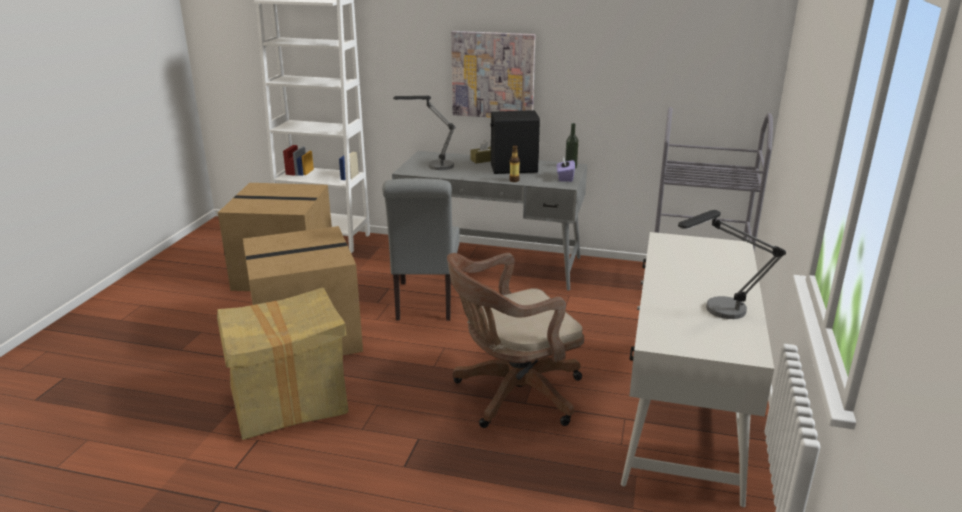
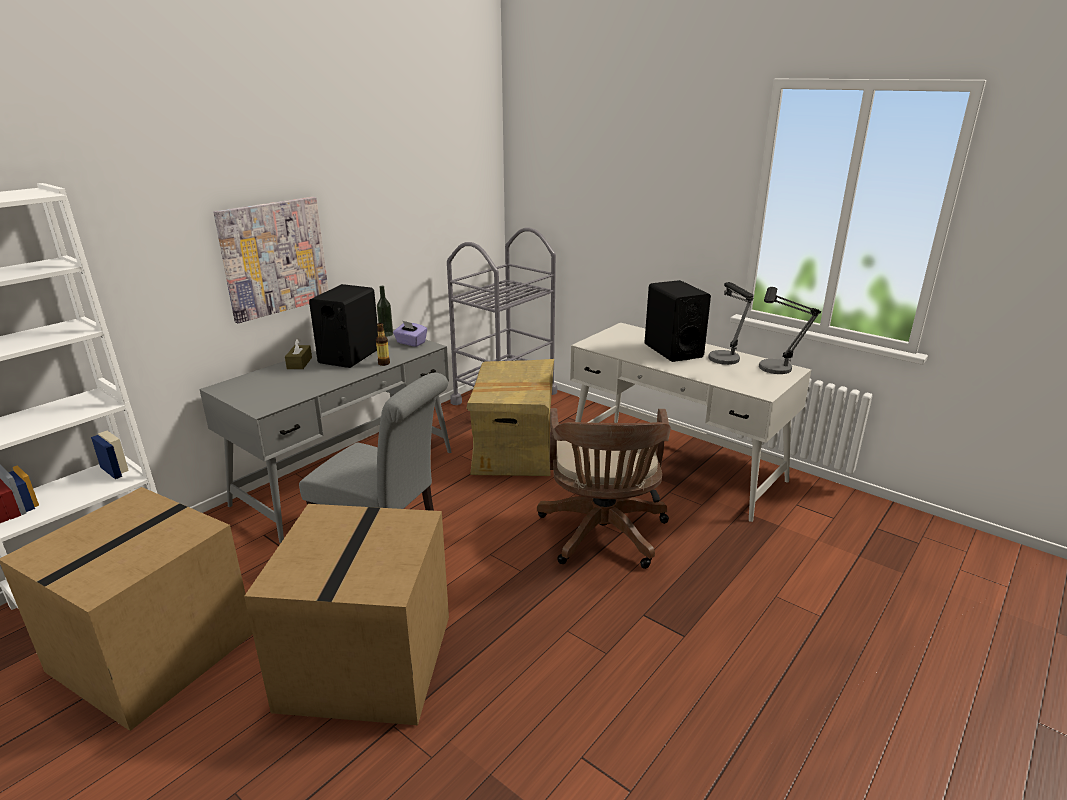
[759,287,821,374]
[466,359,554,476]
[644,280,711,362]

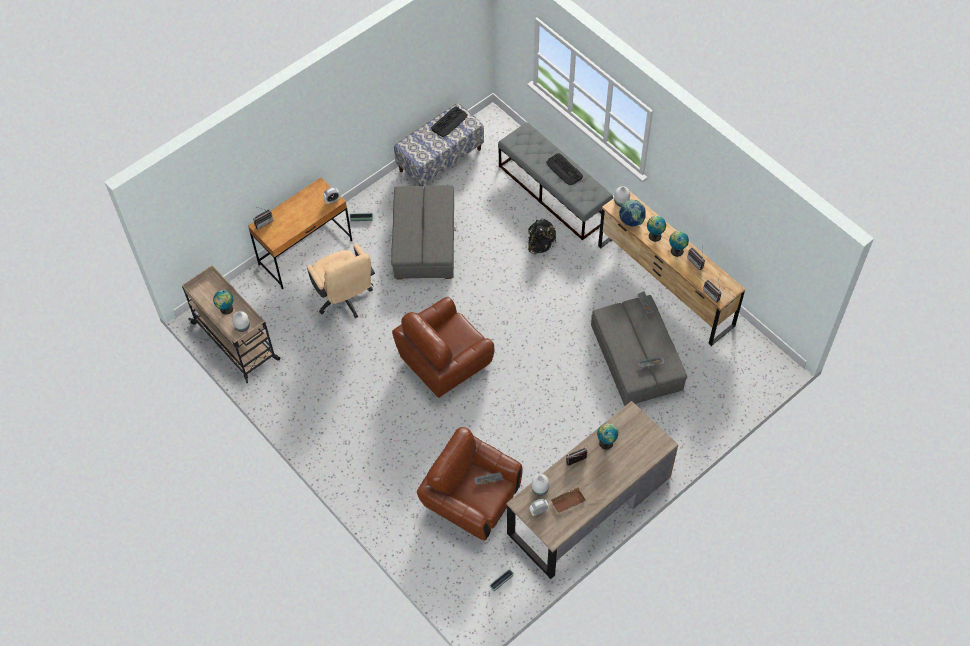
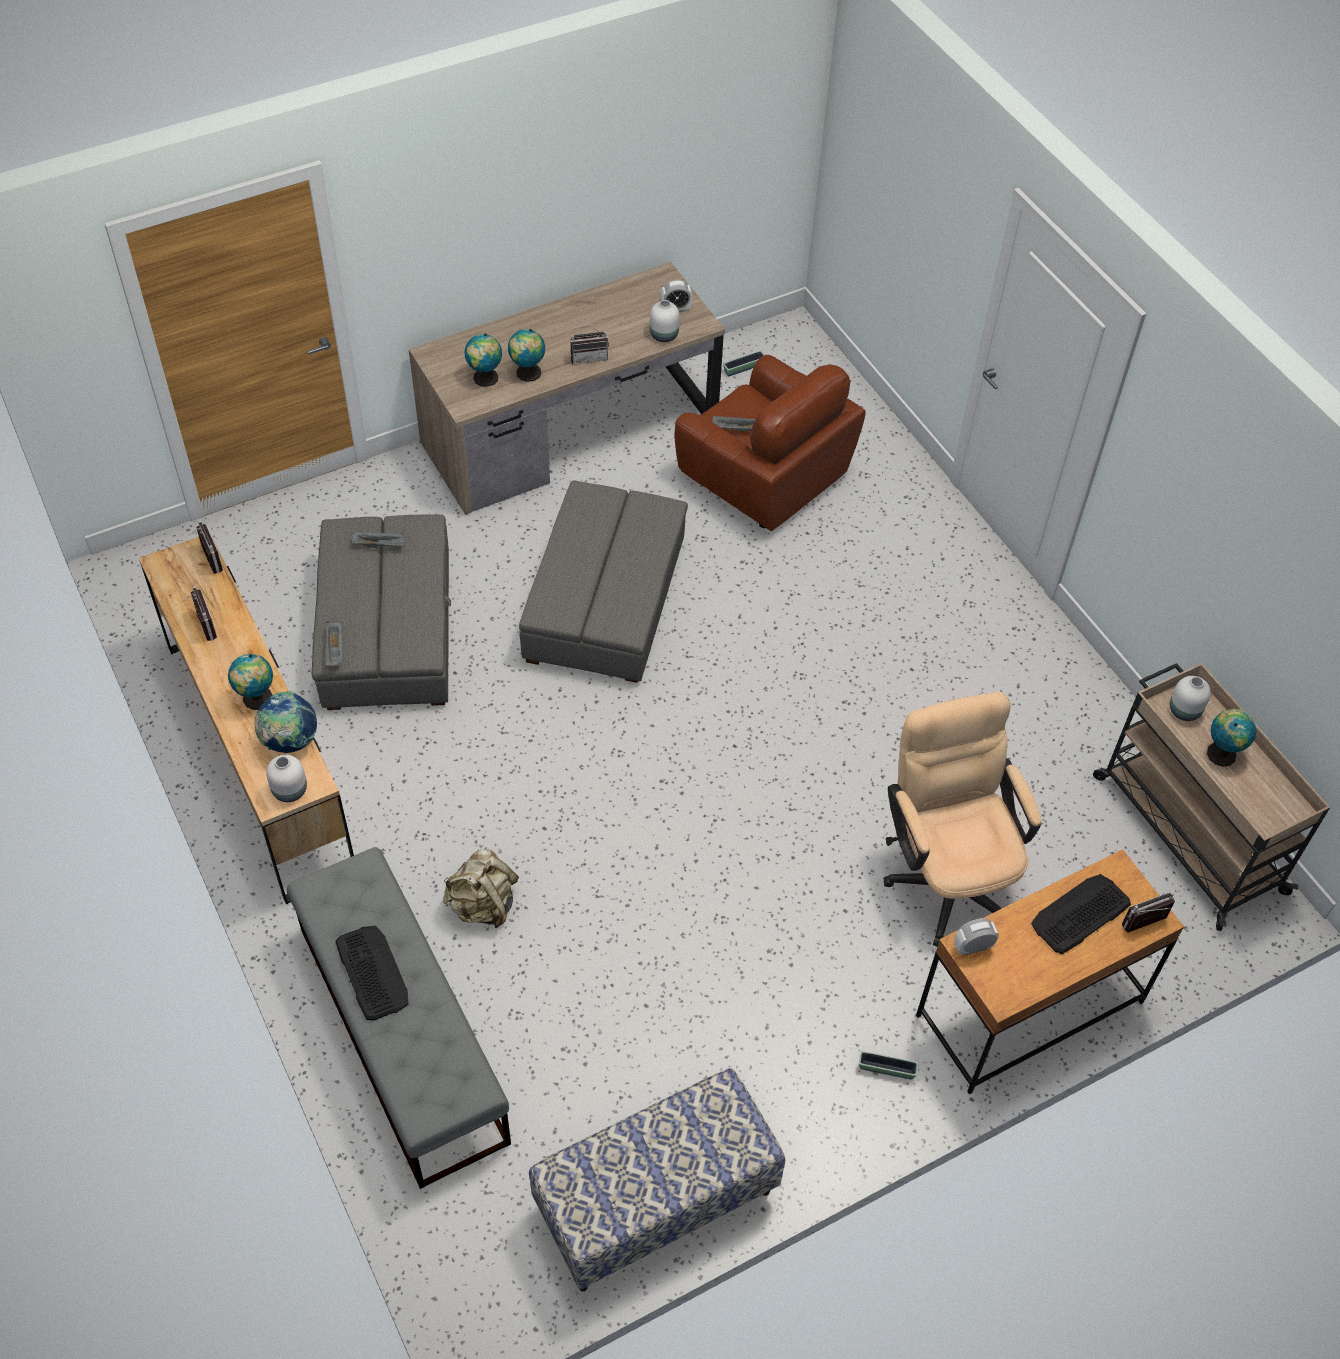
[1031,874,1131,954]
[519,480,688,683]
[443,849,519,928]
[465,333,502,387]
[392,297,494,398] (first image)
[551,488,586,513] (first image)

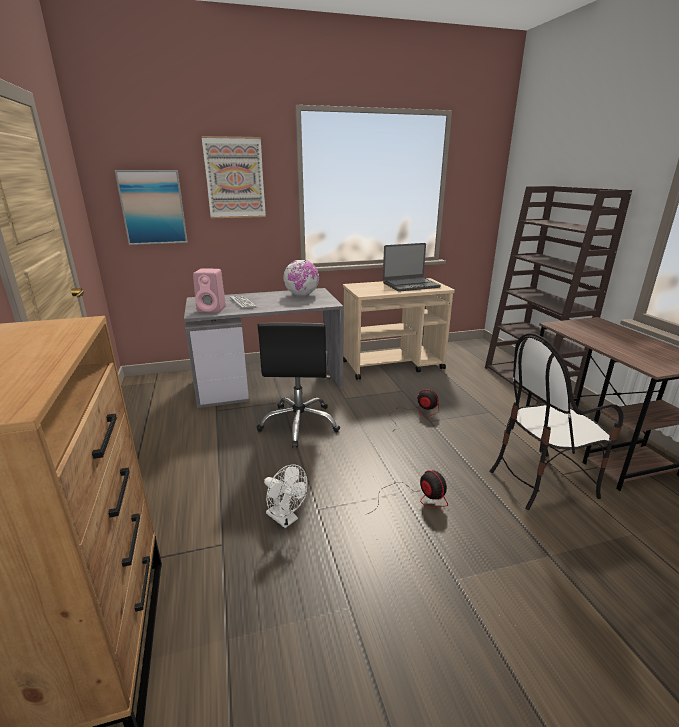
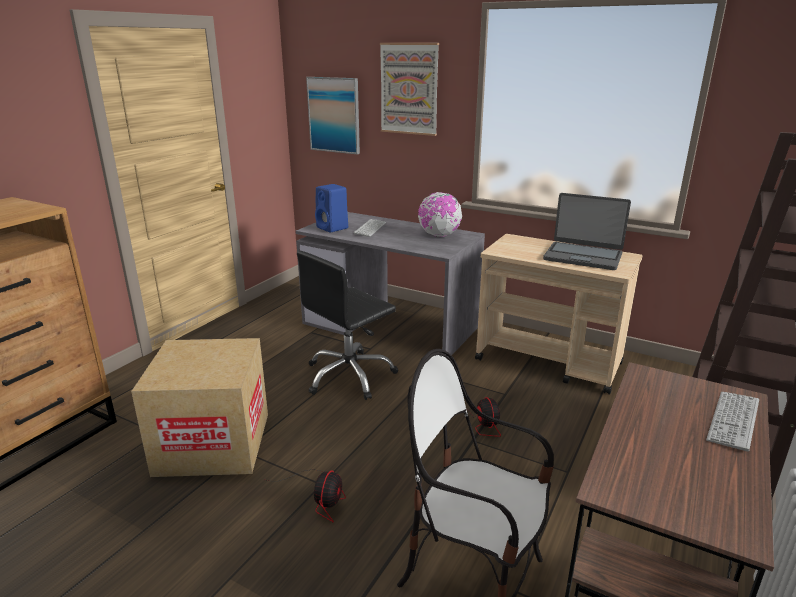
[315,184,348,232]
[131,338,268,477]
[706,392,759,452]

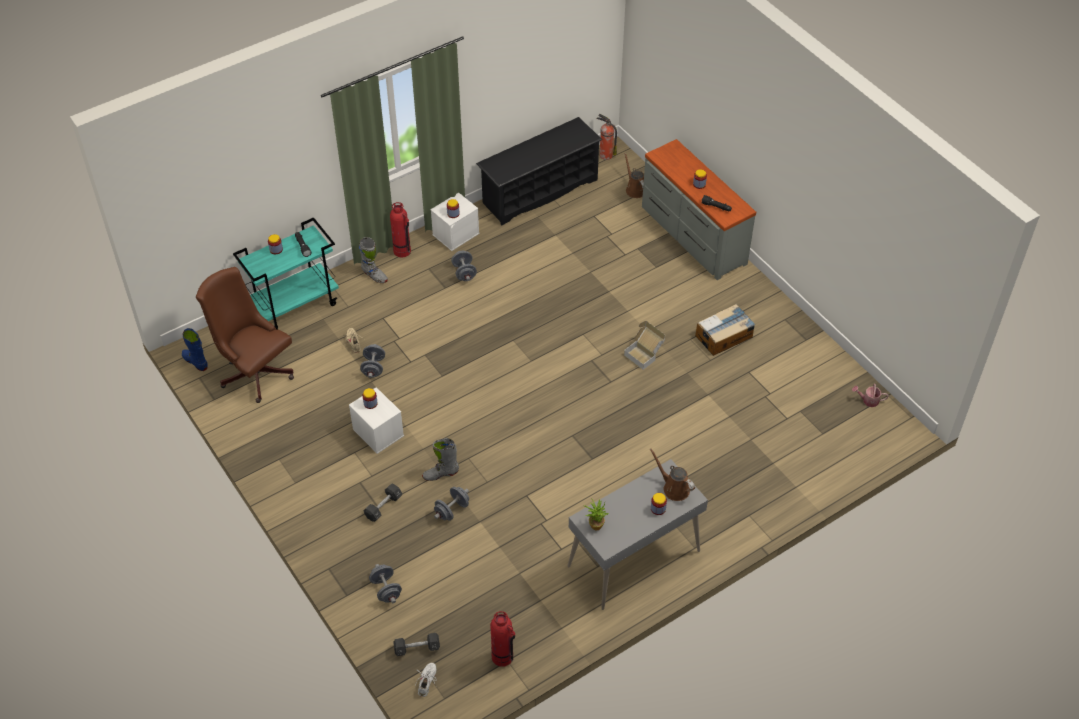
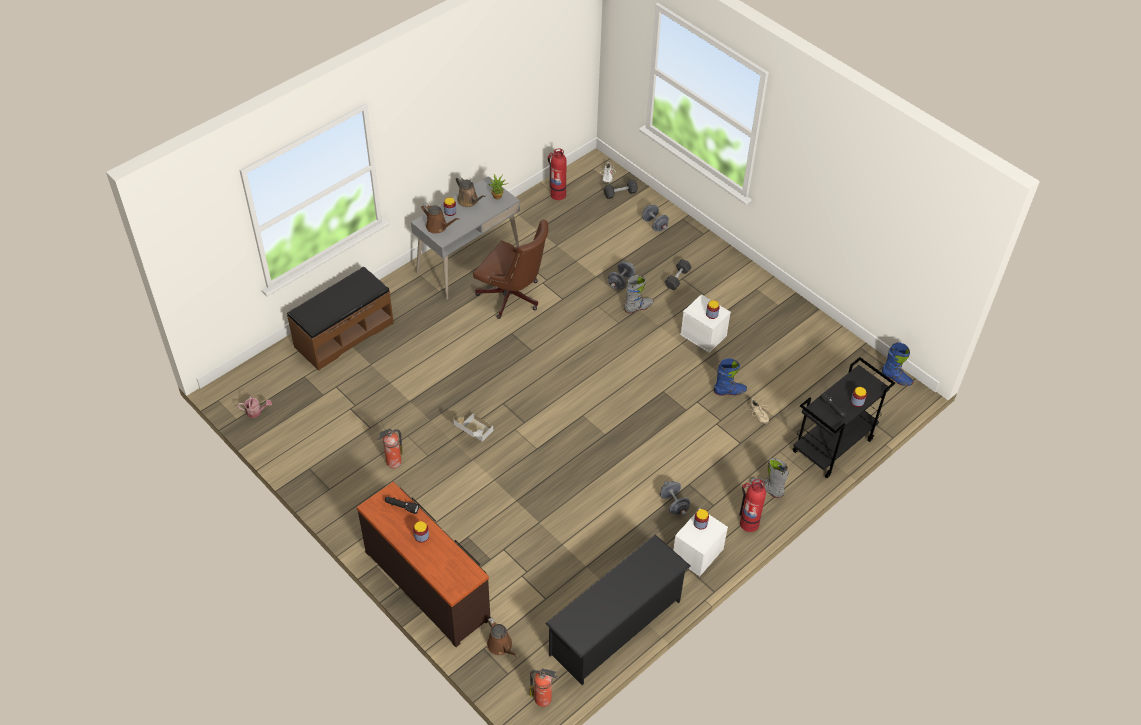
[357,482,490,647]
[793,357,895,478]
[473,220,548,319]
[377,428,403,468]
[714,358,747,396]
[456,176,486,207]
[287,267,394,371]

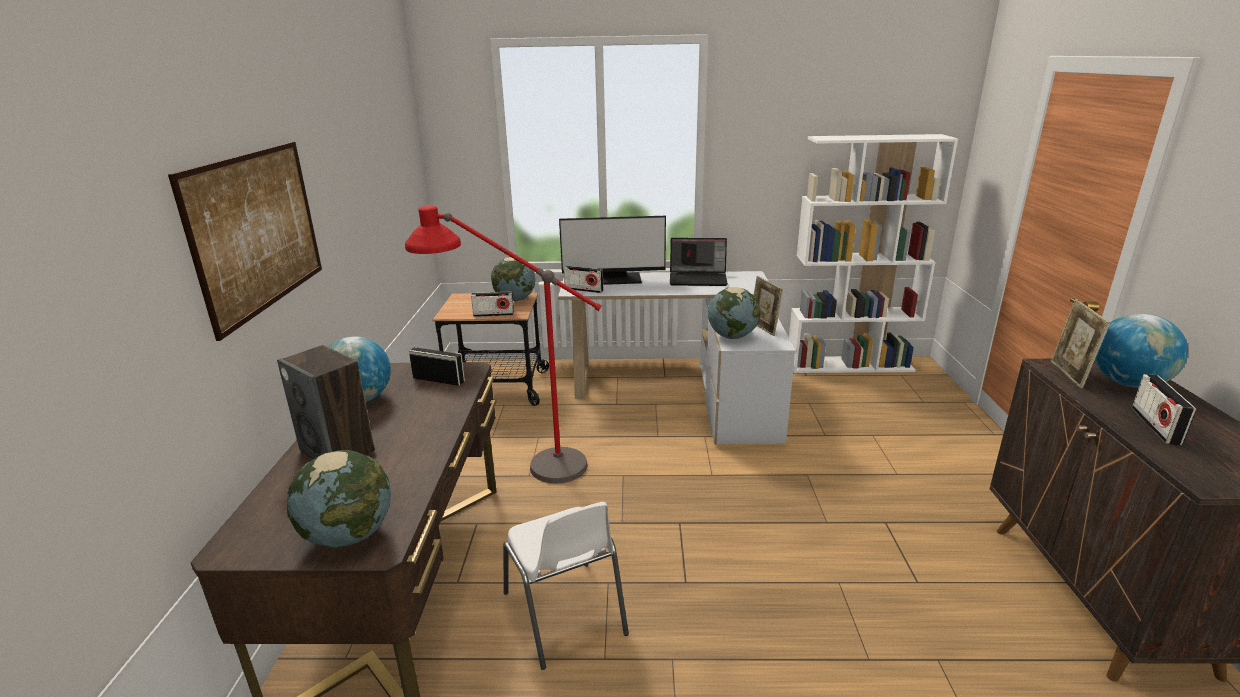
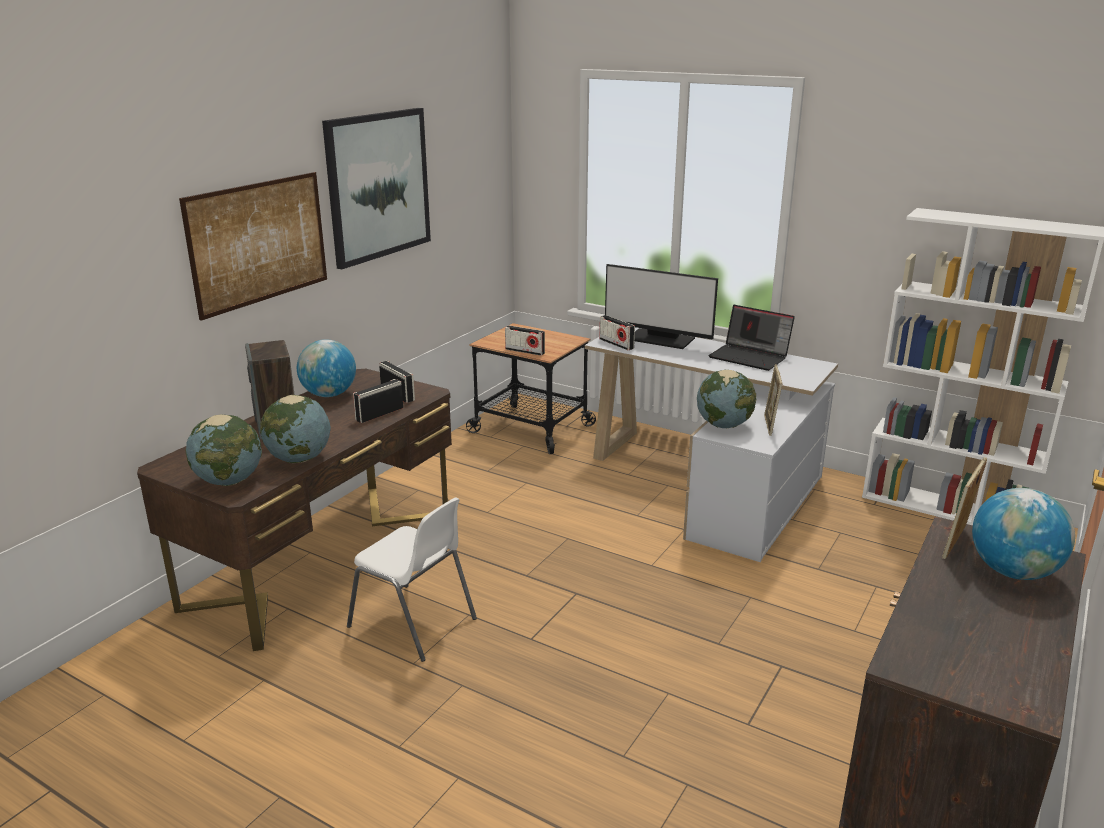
[405,205,602,483] (first image)
[260,395,331,463]
[353,379,403,423]
[347,497,477,662]
[322,108,431,269]

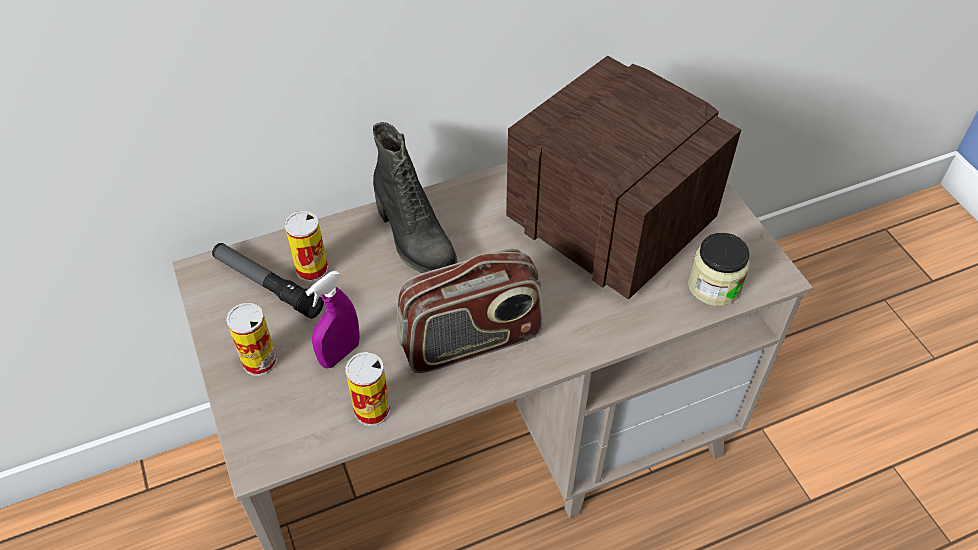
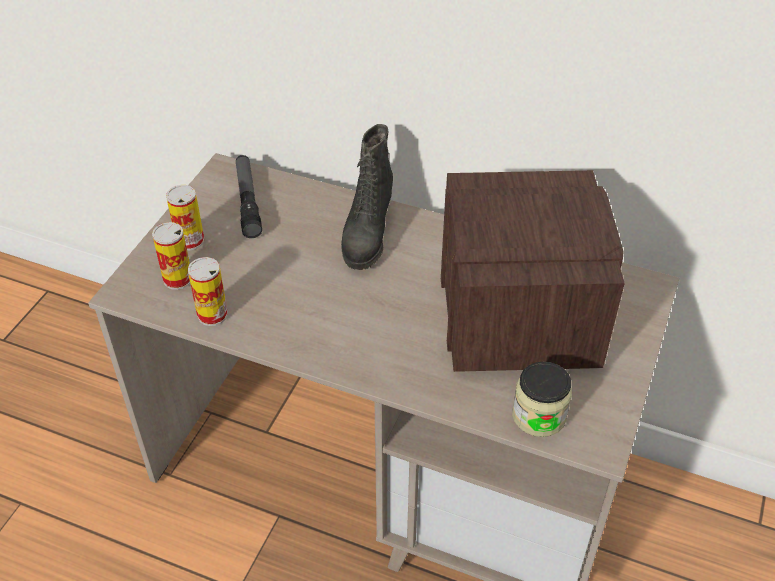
[152,222,190,290]
[396,249,544,373] (first image)
[306,270,360,368] (first image)

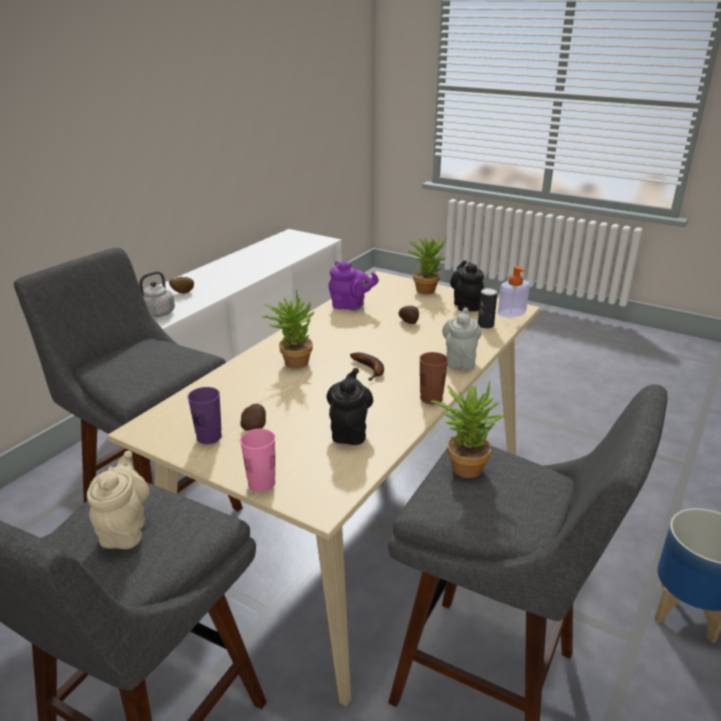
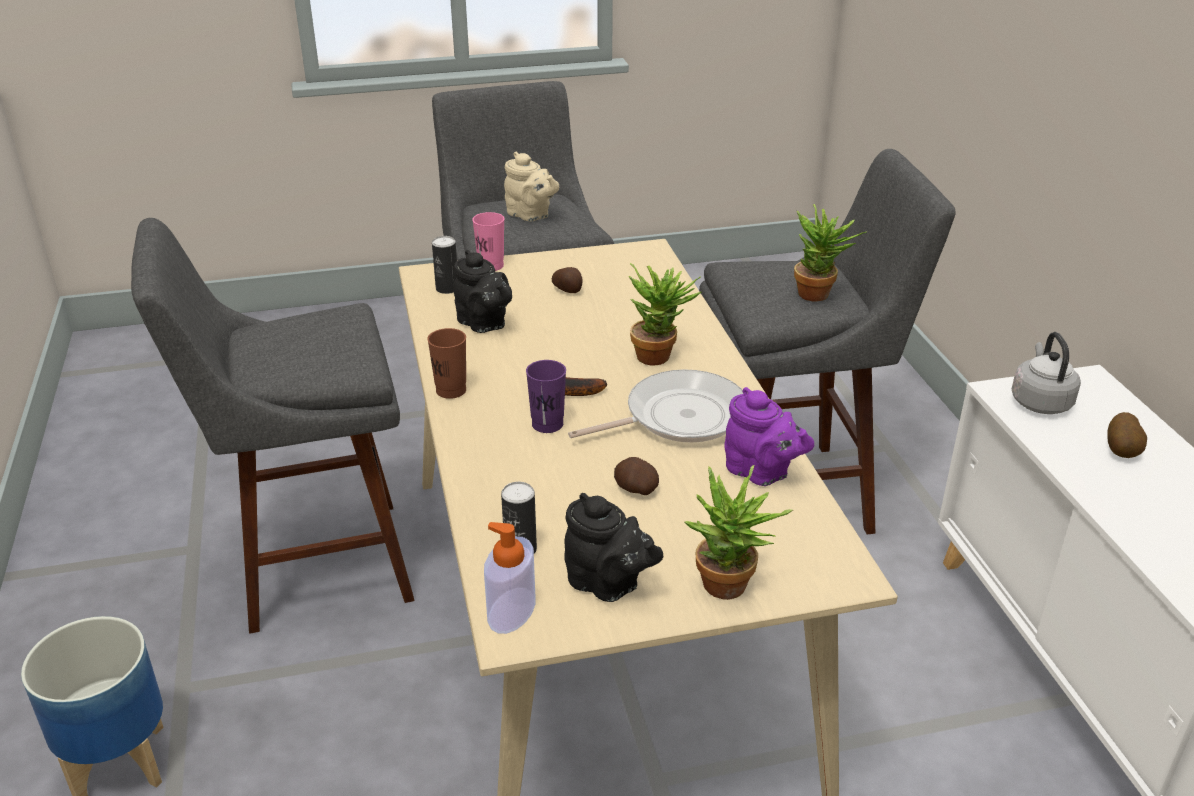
[725,387,814,486]
[442,307,481,370] (first image)
[794,204,867,301]
[526,360,566,433]
[432,236,457,294]
[568,369,743,443]

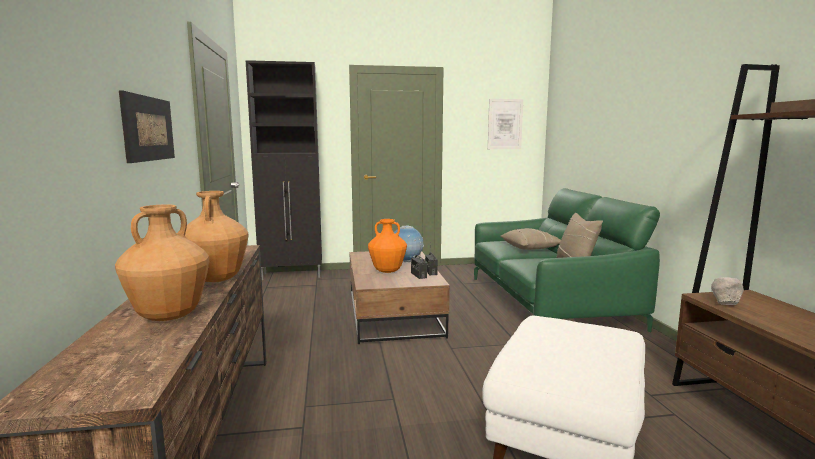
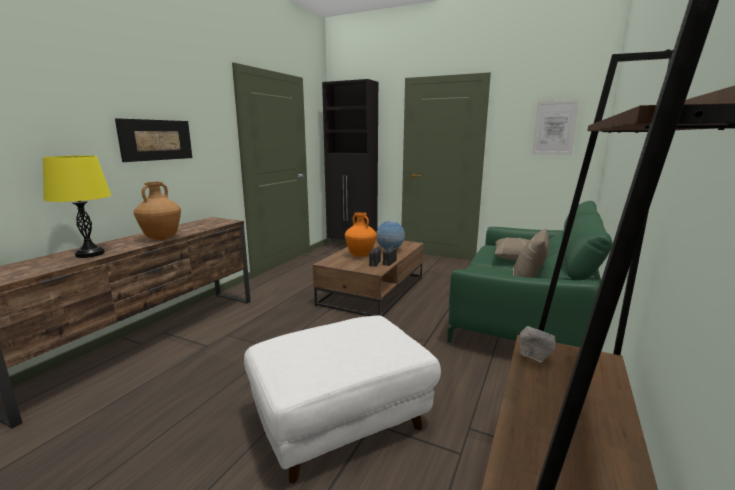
[43,156,111,258]

